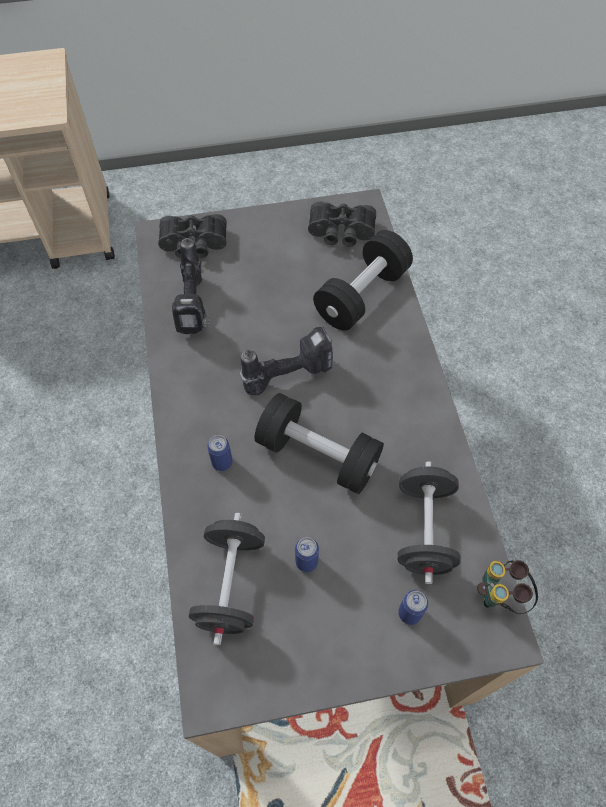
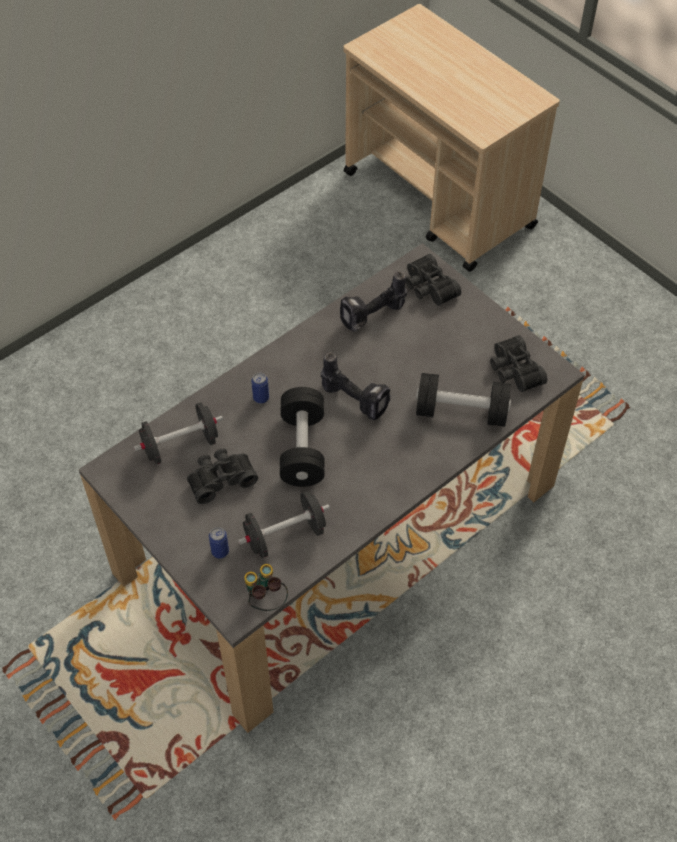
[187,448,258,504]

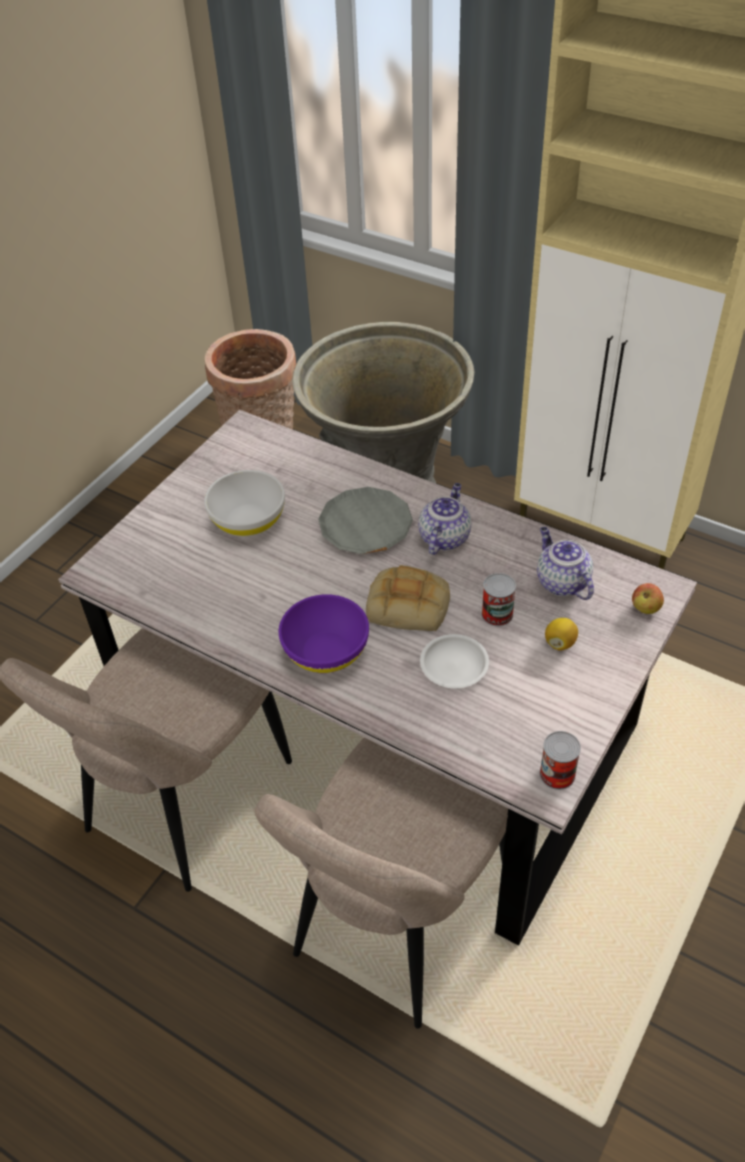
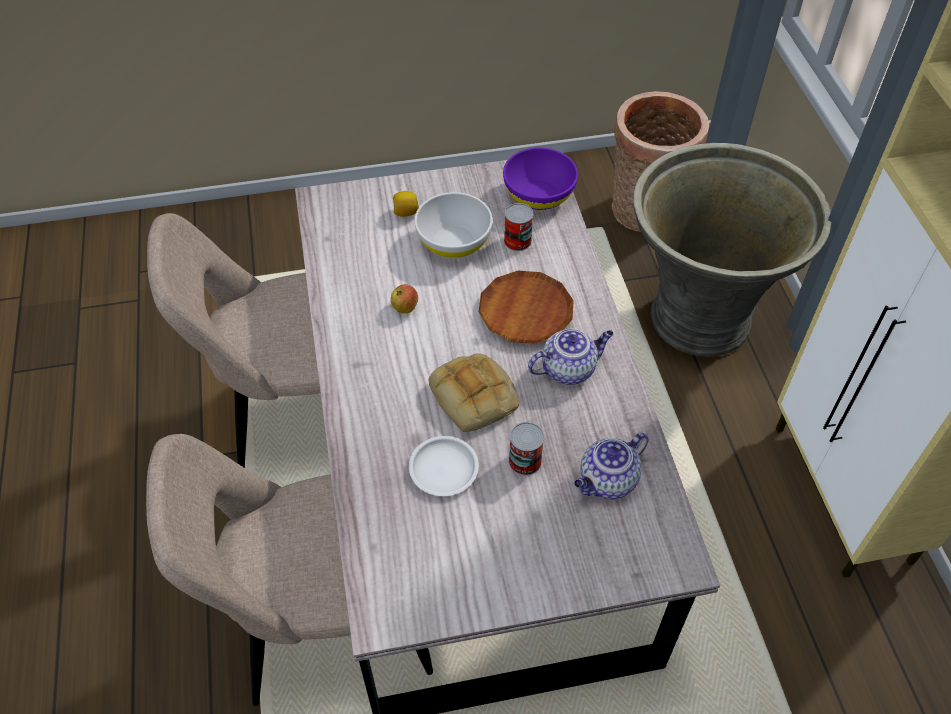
[479,271,574,344]
[574,433,648,499]
[391,284,418,314]
[503,148,578,210]
[393,191,419,217]
[504,203,534,251]

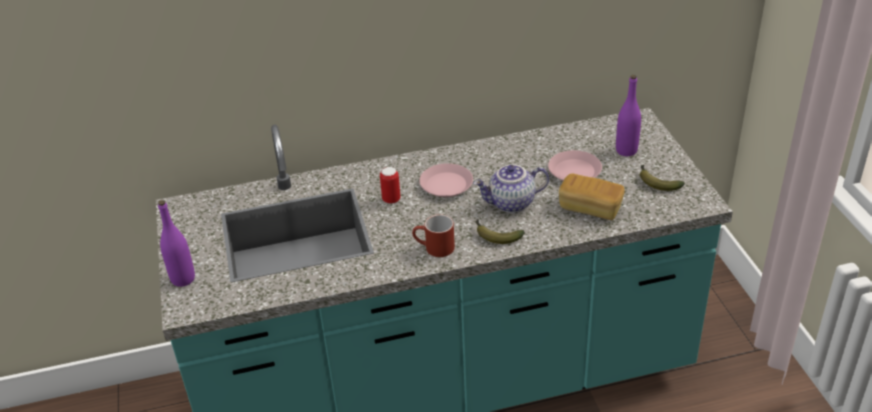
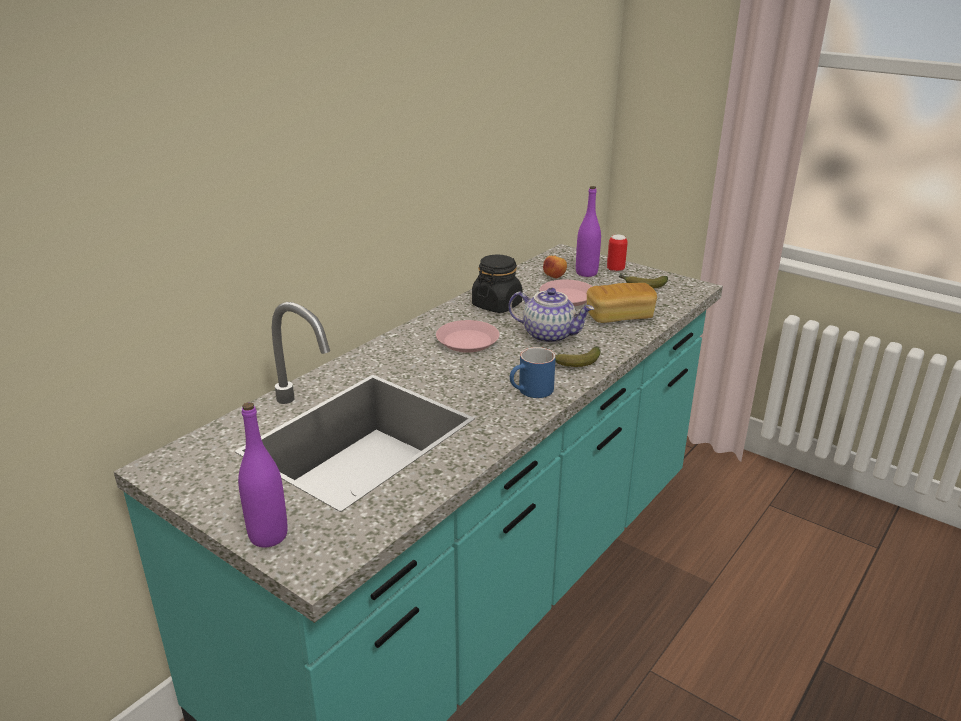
[508,288,594,344]
[607,235,628,272]
[510,347,556,398]
[472,254,522,313]
[543,255,567,279]

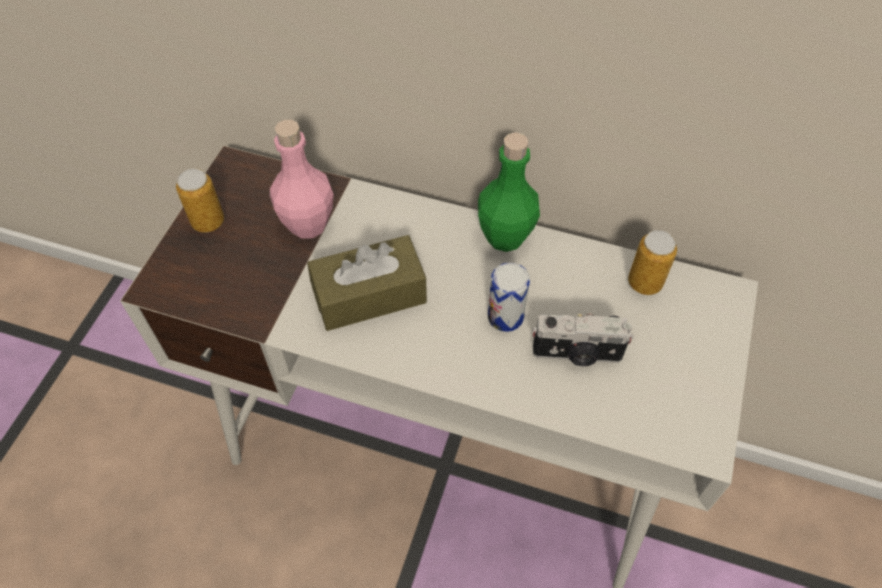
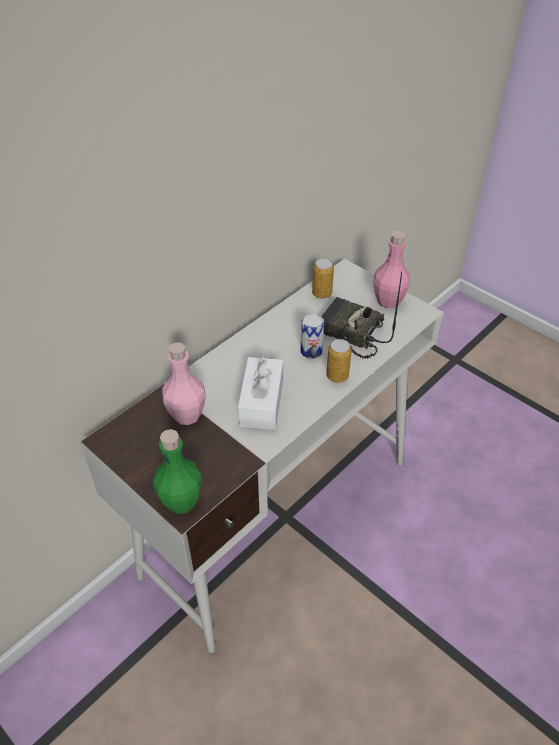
[153,429,203,514]
[326,339,352,383]
[238,356,283,430]
[321,272,402,359]
[373,231,410,308]

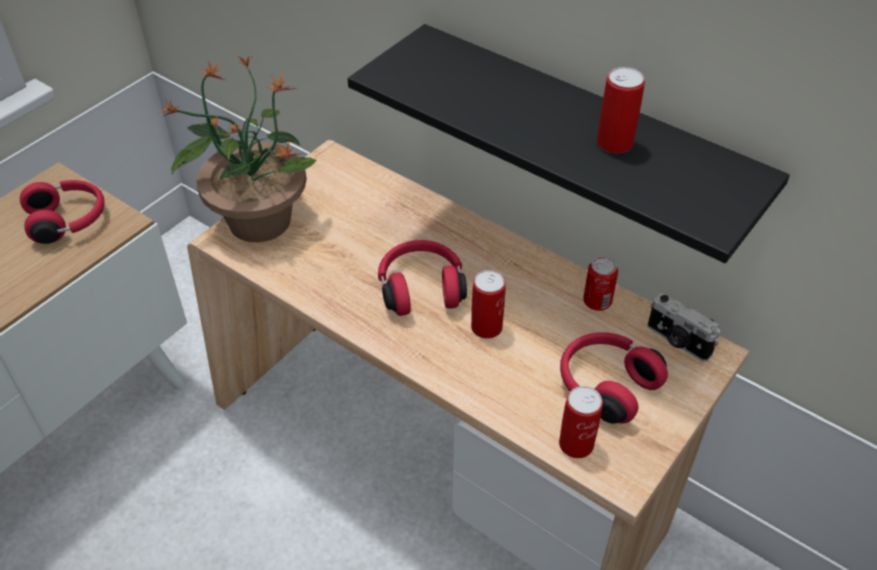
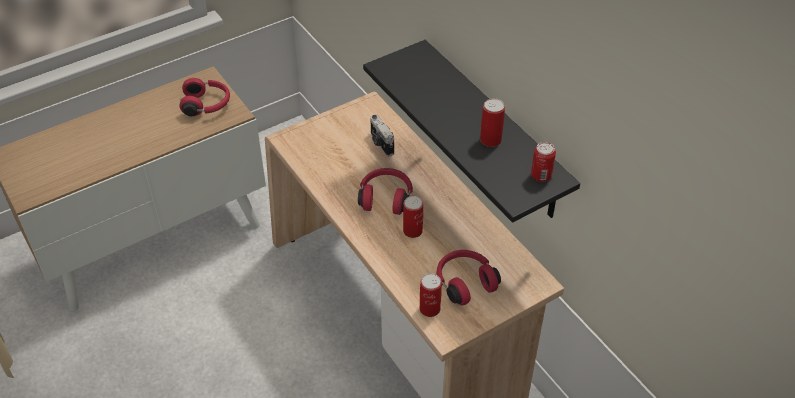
[158,56,317,242] (first image)
[531,142,556,182]
[370,115,394,156]

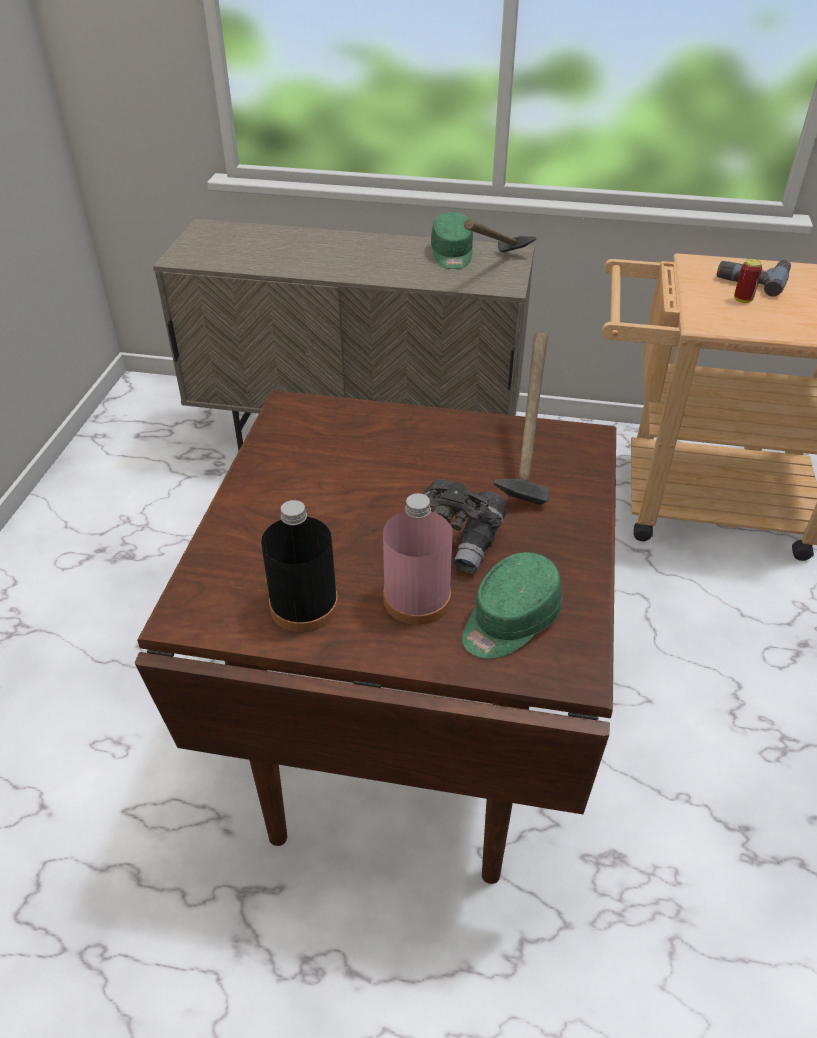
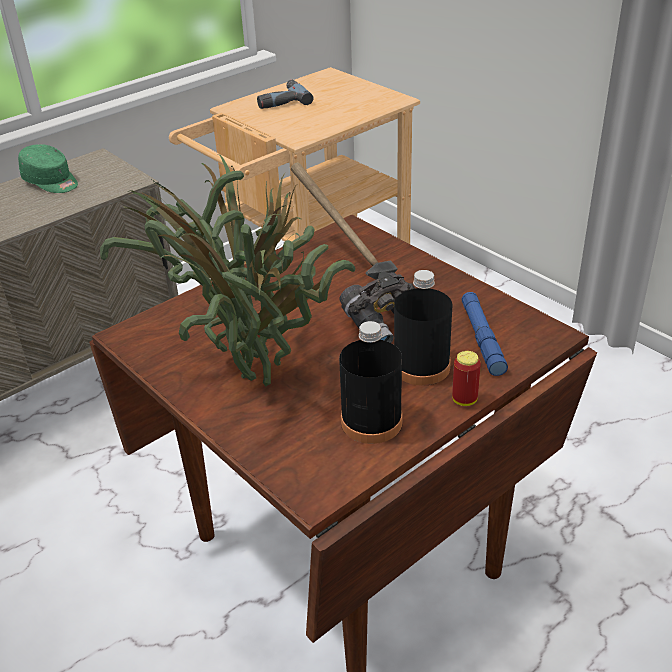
[464,219,536,252] (first image)
[452,351,481,406]
[394,270,453,386]
[461,292,508,376]
[100,155,355,386]

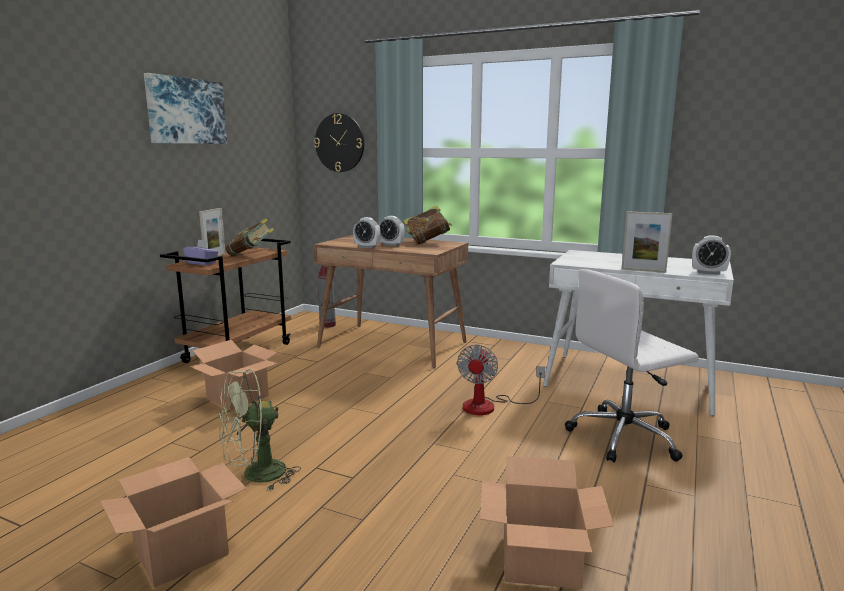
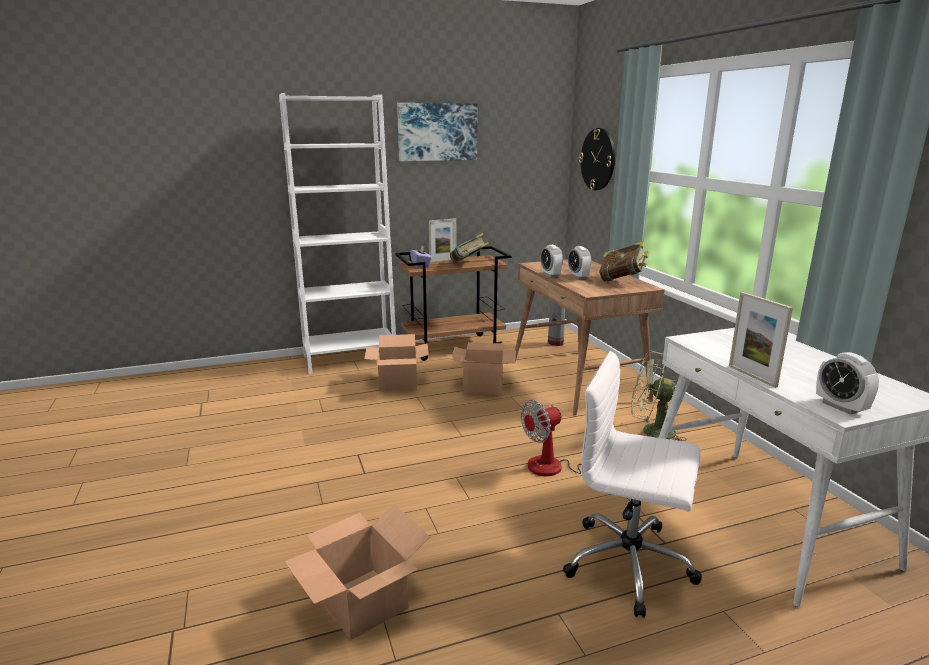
[631,350,686,441]
[451,342,516,395]
[279,93,396,374]

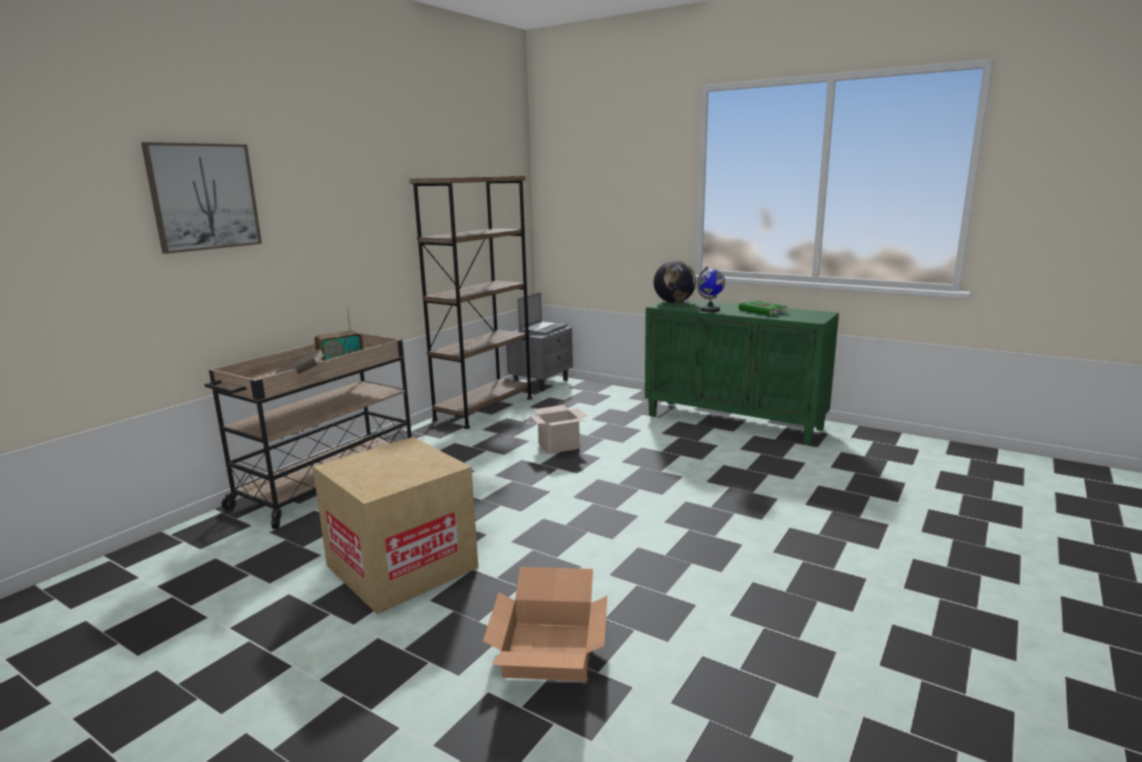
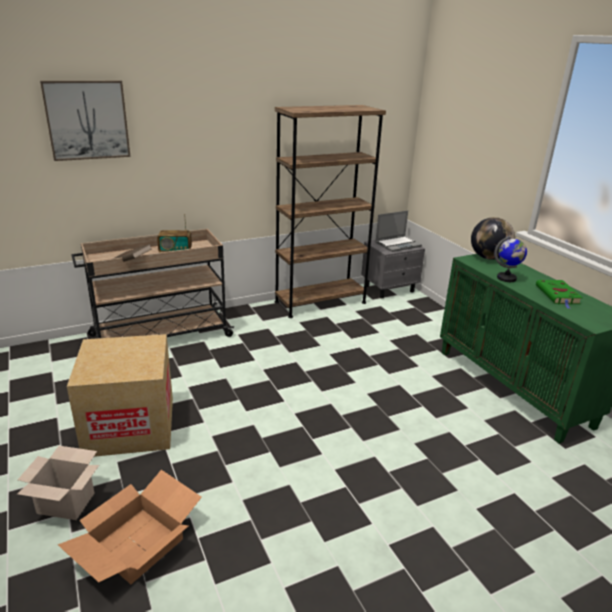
[17,446,99,520]

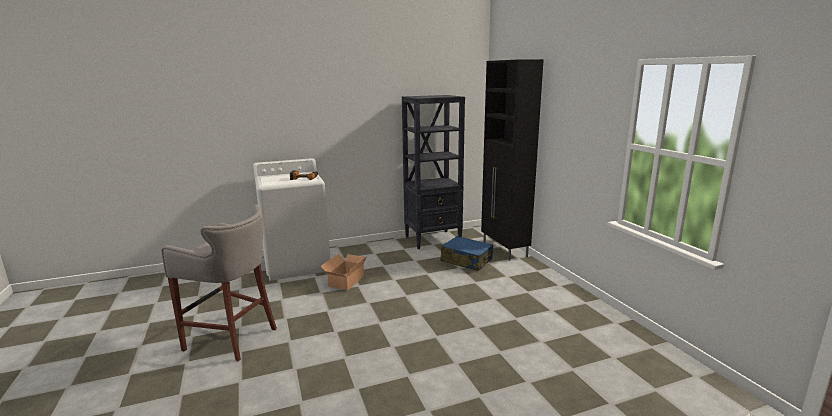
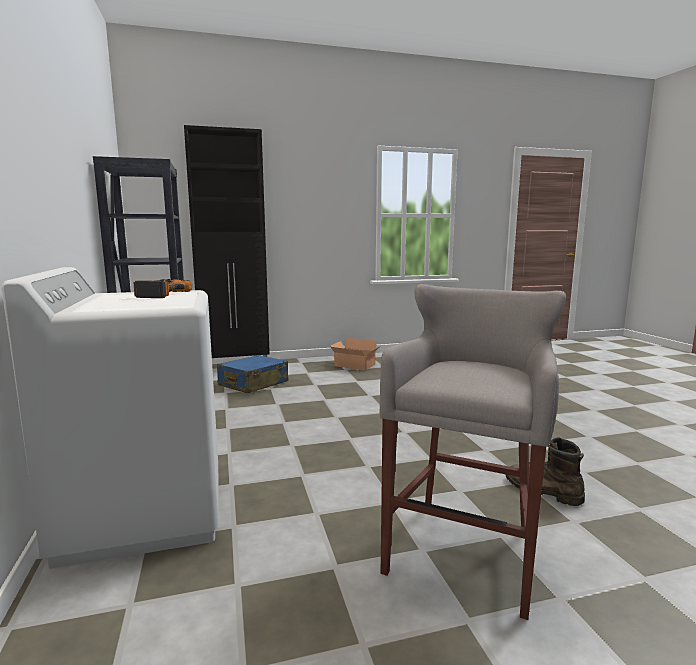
[331,338,379,371]
[505,437,585,506]

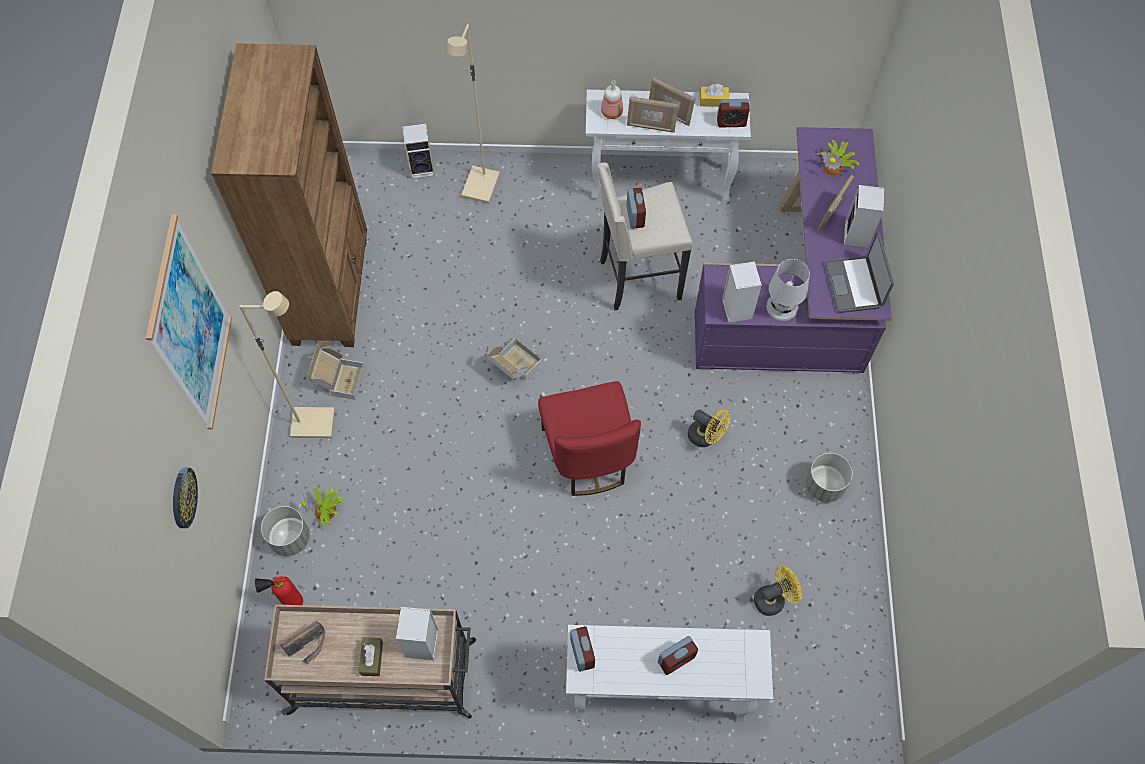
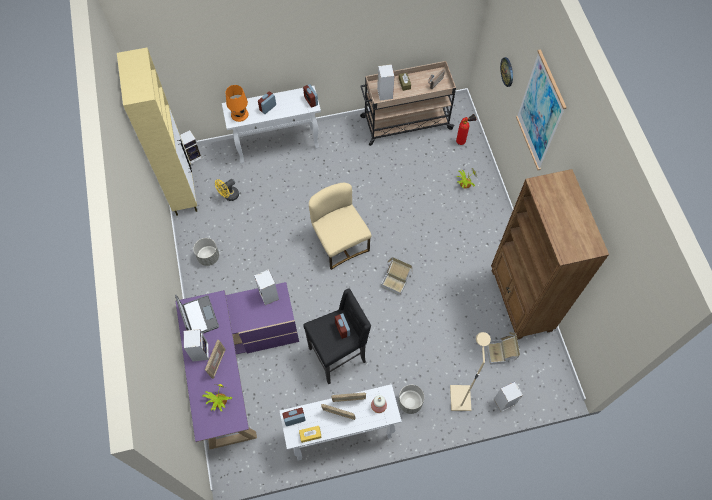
[303,288,371,385]
[766,259,810,321] (first image)
[239,291,335,438] (first image)
[487,332,520,365]
[309,183,372,270]
[688,410,730,447] (first image)
[398,385,424,414]
[117,48,197,216]
[226,85,248,122]
[180,130,202,164]

